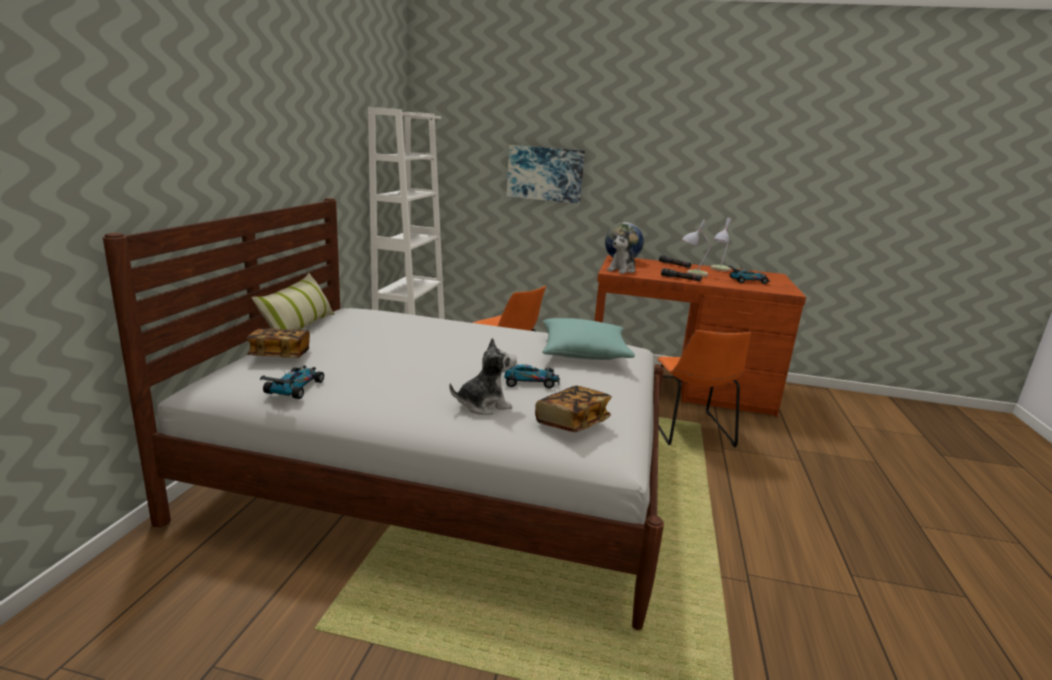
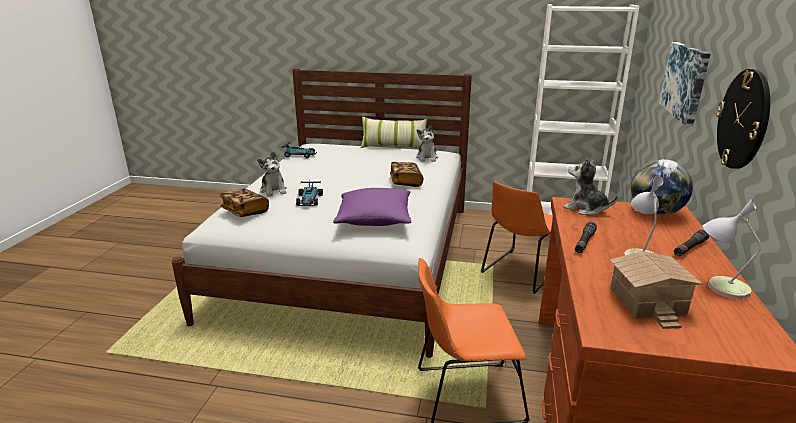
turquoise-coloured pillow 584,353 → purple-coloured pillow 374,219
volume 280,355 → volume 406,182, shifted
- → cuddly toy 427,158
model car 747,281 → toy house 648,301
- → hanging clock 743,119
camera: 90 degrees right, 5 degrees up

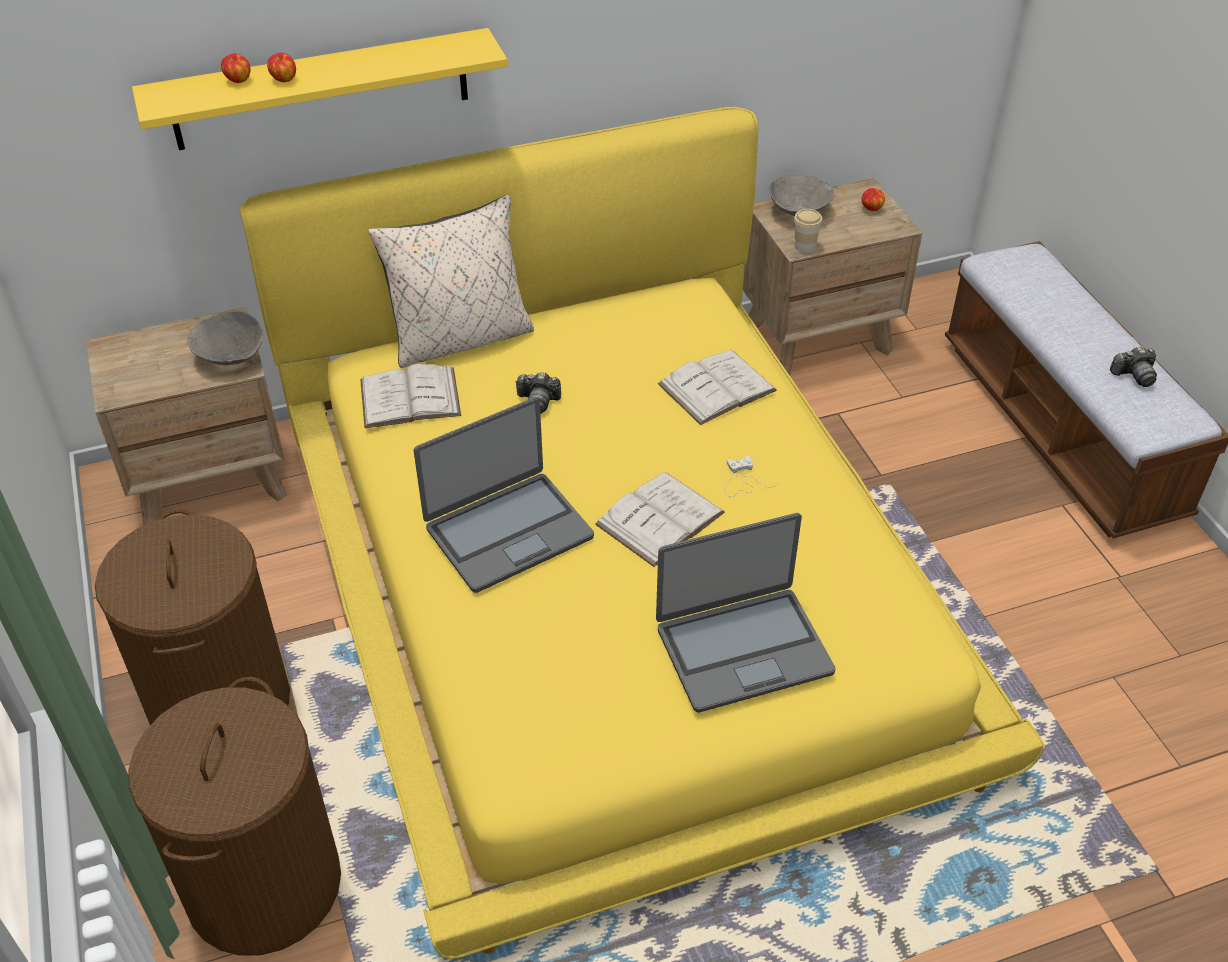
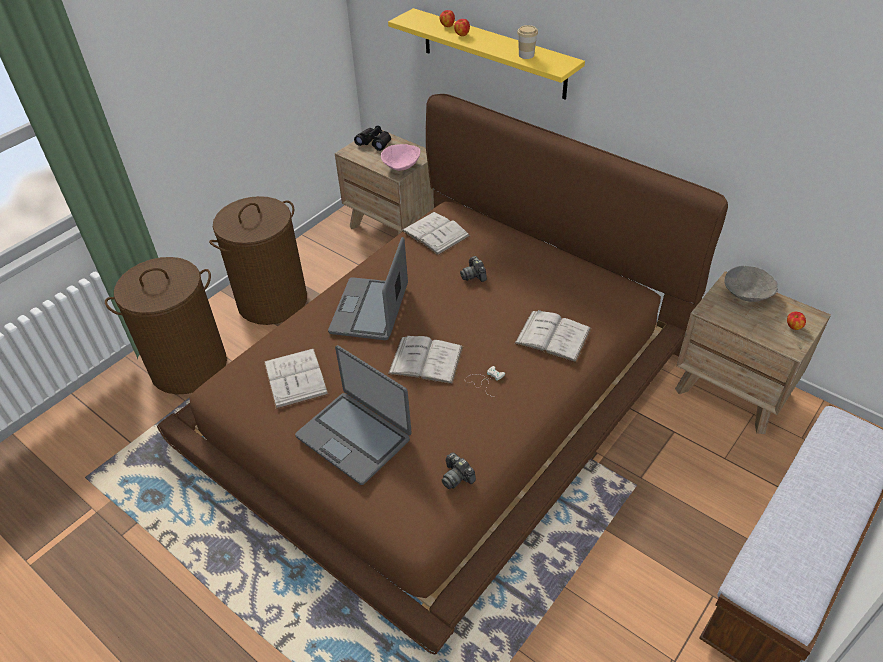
yellow bed 614,585 → brown-coloured bed 444,395
- → white-coloured volume 295,378
notebook computer 508,531 → notebook computer 370,310, 75 degrees clockwise
- → black-coloured field glasses 374,142
greyish deep dish 231,356 → pink deep dish 402,166
photo camera 1134,375 → photo camera 457,477, shifted
small cup 805,246 → small cup 526,55, shifted
beige pillow 461,338 → -
camera: 60 degrees right, 0 degrees up

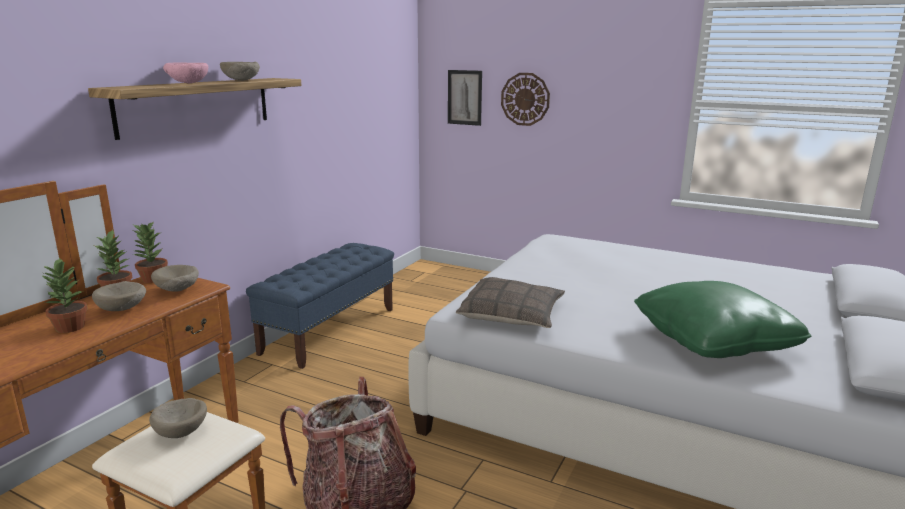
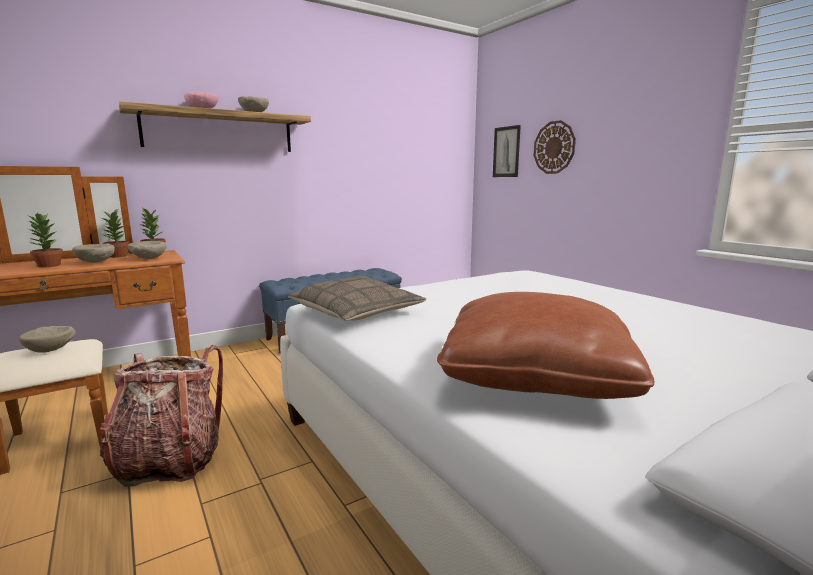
greenish pillow 713,341 → brown-coloured pillow 535,375
camera: 30 degrees right, 5 degrees down

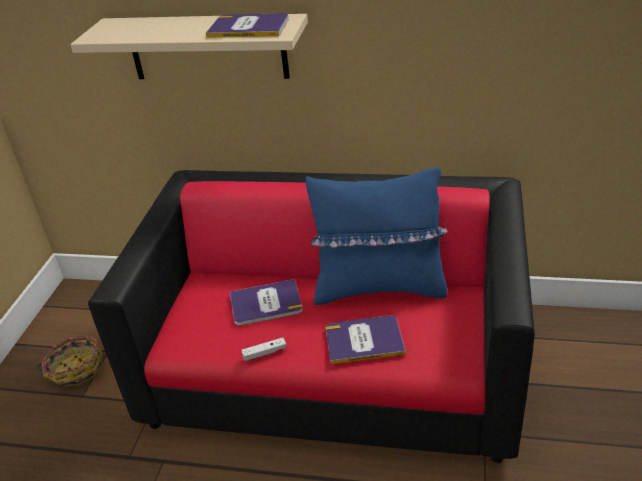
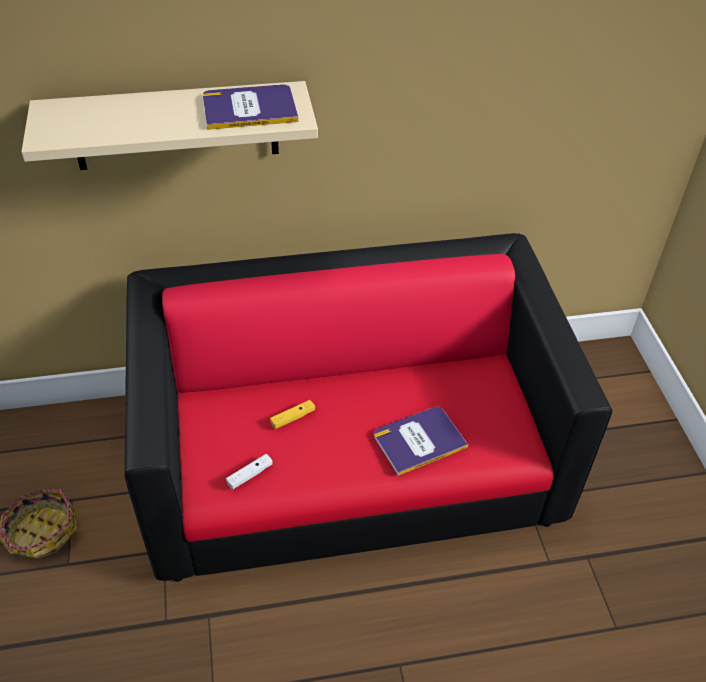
white-coloured game controller 264,353 → white-coloured game controller 250,475, shifted
volume 266,303 → yellow game controller 293,418
blue pillow 379,288 → -
camera: 25 degrees left, 10 degrees up

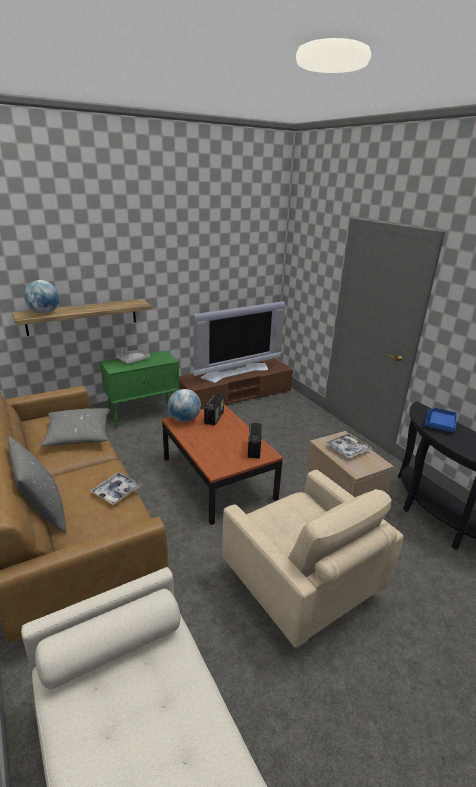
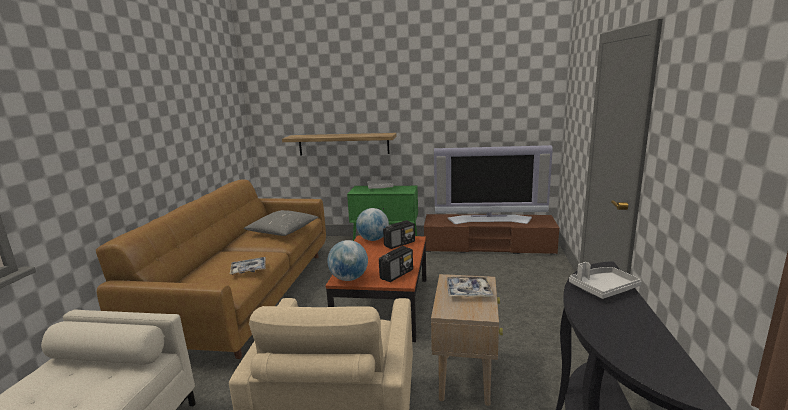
desk globe 44,312 → desk globe 349,278, shifted
blue tray 439,424 → greyish tray 603,288
greyish pillow 43,513 → -
camera: 40 degrees right, 10 degrees down

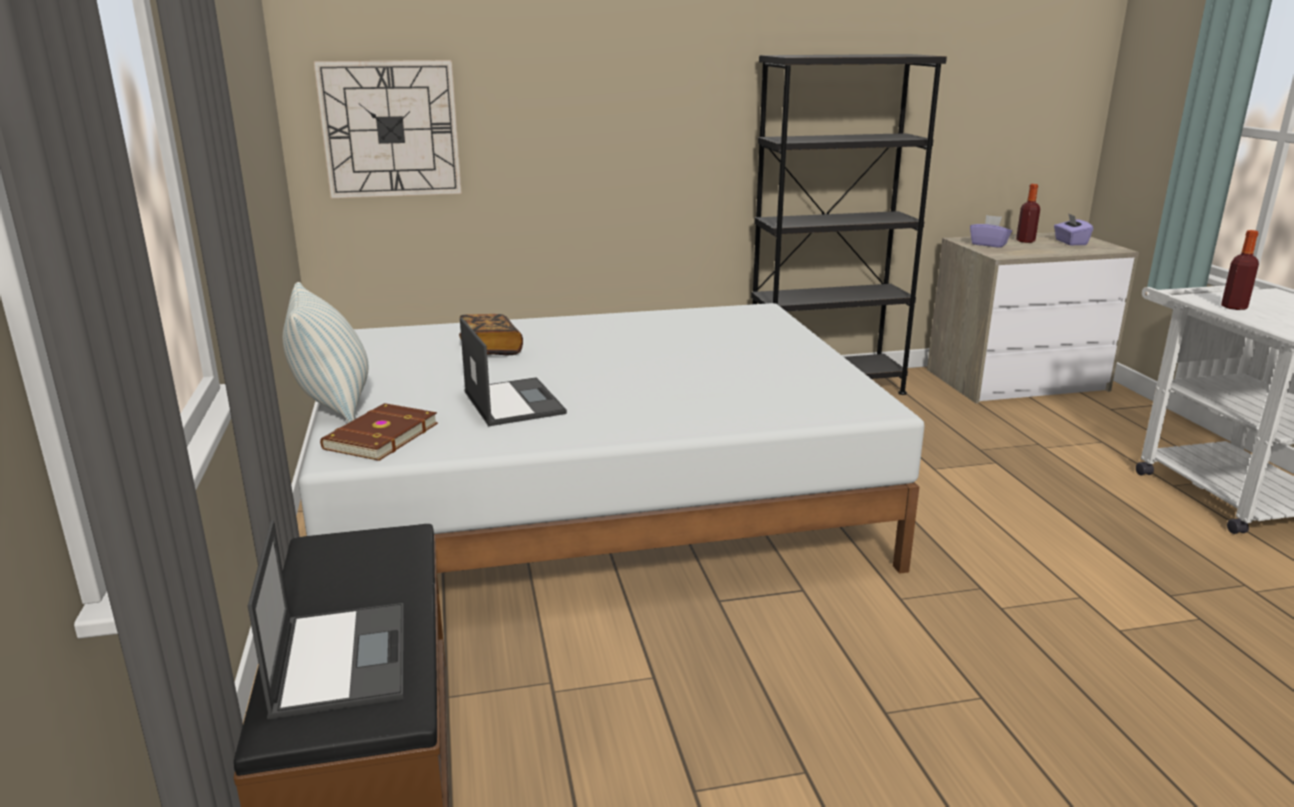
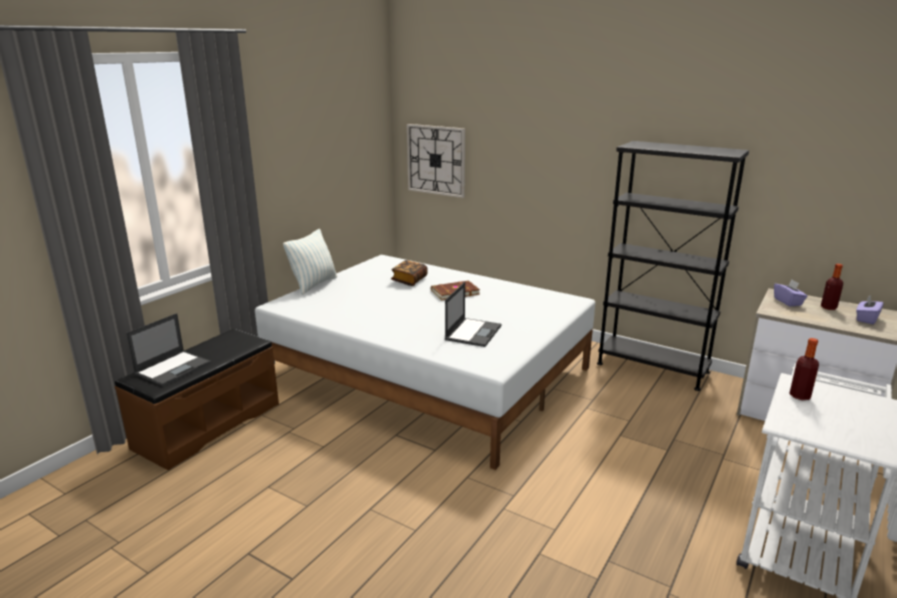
brown-coloured volume 379,436 → brown-coloured volume 454,292, shifted
notebook computer 513,402 → notebook computer 473,332, shifted
camera: 45 degrees right, 0 degrees up

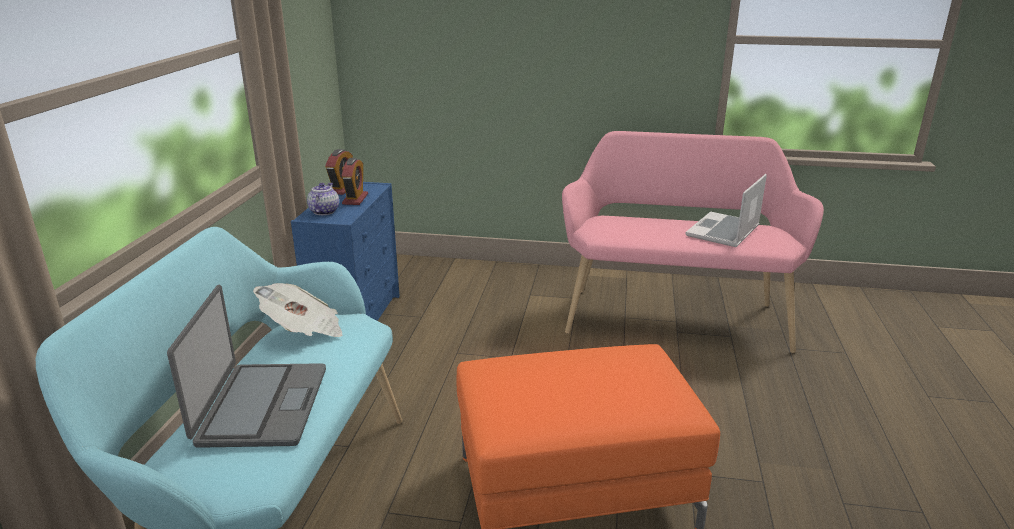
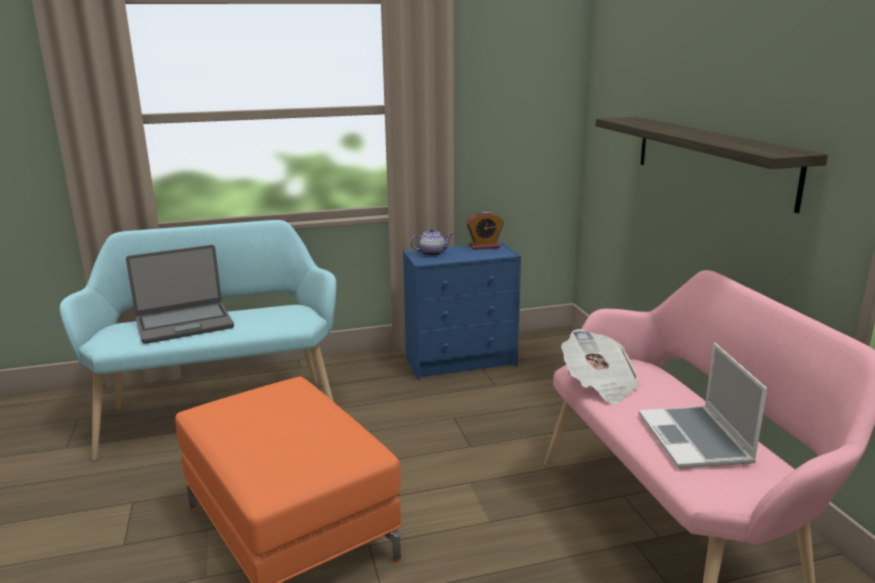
daily paper 304,330 → daily paper 599,385, shifted
- → wall shelf 711,158
notebook computer 723,232 → notebook computer 696,440, 105 degrees counterclockwise
table clock 355,199 → -
camera: 65 degrees right, 5 degrees down

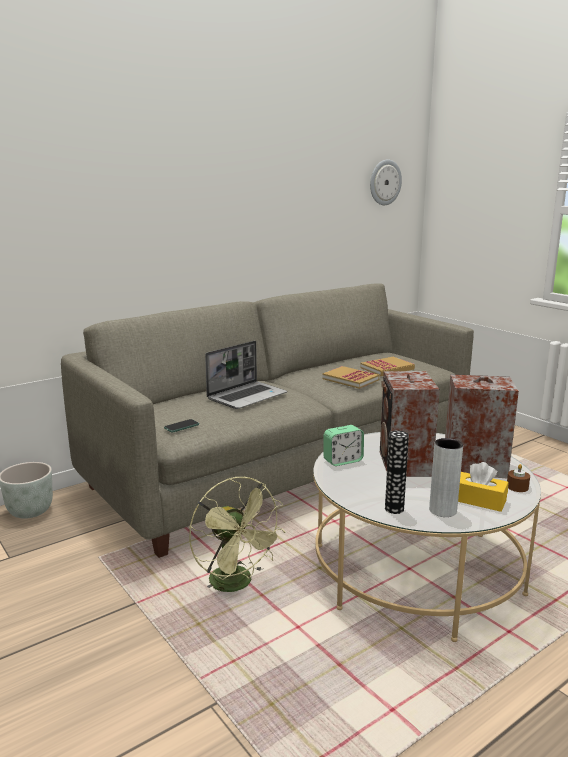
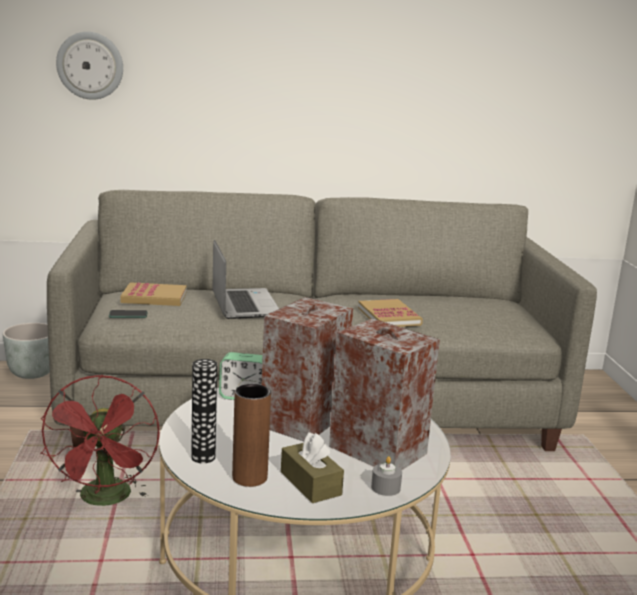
greenish fan 237,584 → red fan 106,500
hanging clock 384,182 → hanging clock 90,65, shifted
volume 387,368 → volume 154,297, shifted
notebook computer 247,396 → notebook computer 243,305, 90 degrees counterclockwise
greyish flower vase 442,510 → brown-coloured flower vase 249,478
yellow box of tissues 479,500 → brown-coloured box of tissues 310,483
brown-coloured candle 517,487 → greyish candle 385,487
camera: 30 degrees right, 0 degrees up

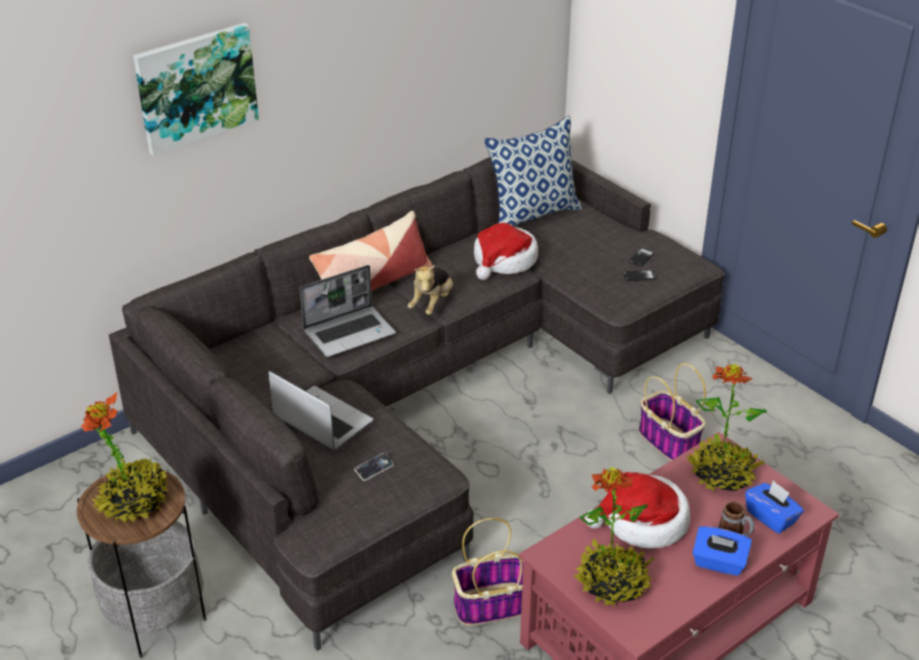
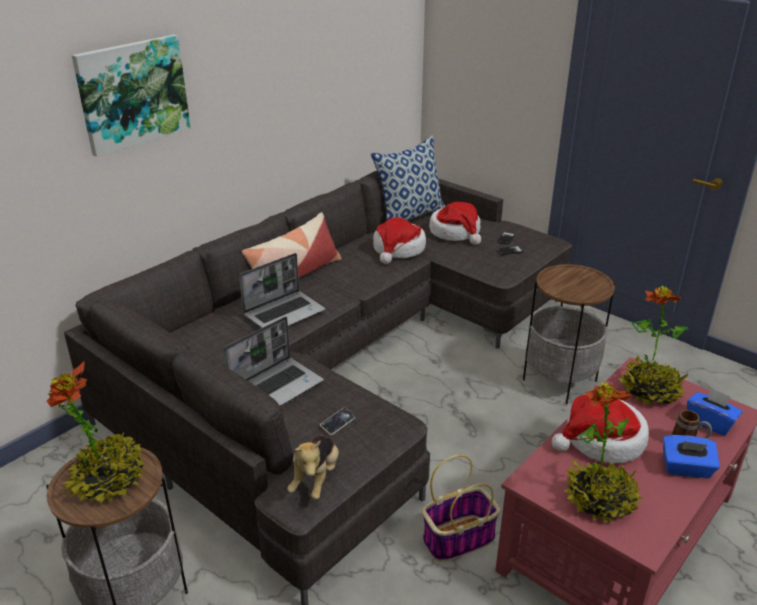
notebook computer 321,420 → notebook computer 277,386, 105 degrees clockwise
cuddly toy 432,303 → cuddly toy 316,478, shifted
- → hat 456,232
basket 669,442 → accent table 559,380
camera: 10 degrees left, 5 degrees down

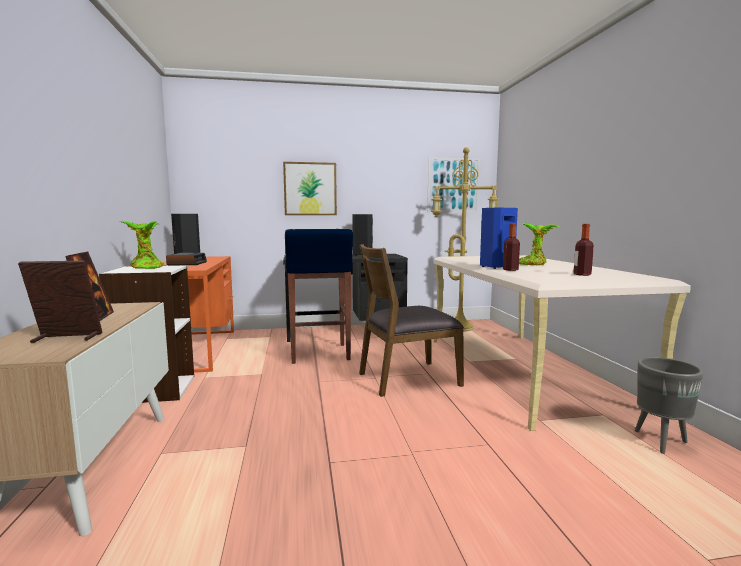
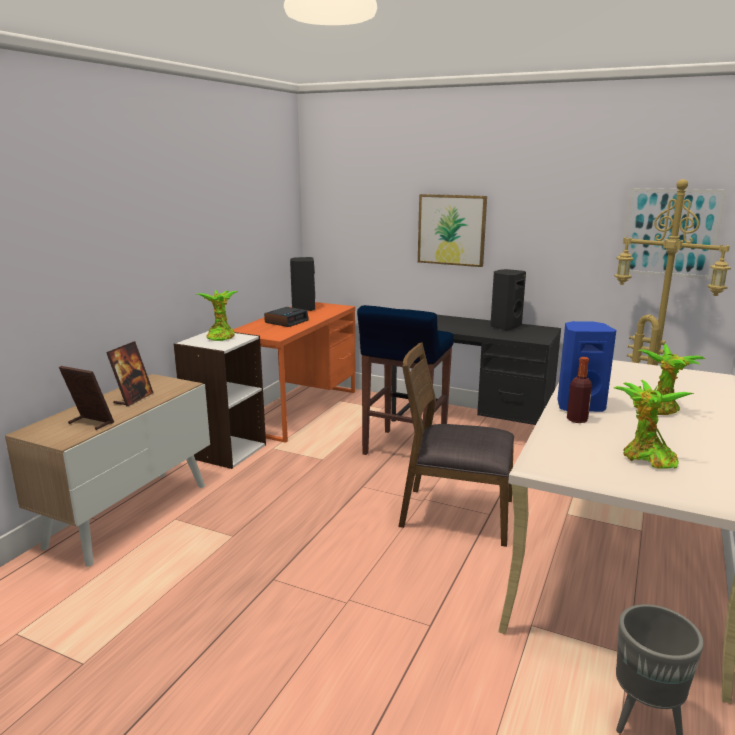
bottle 582,274 → plant in a pot 646,458
camera: 35 degrees right, 10 degrees up

